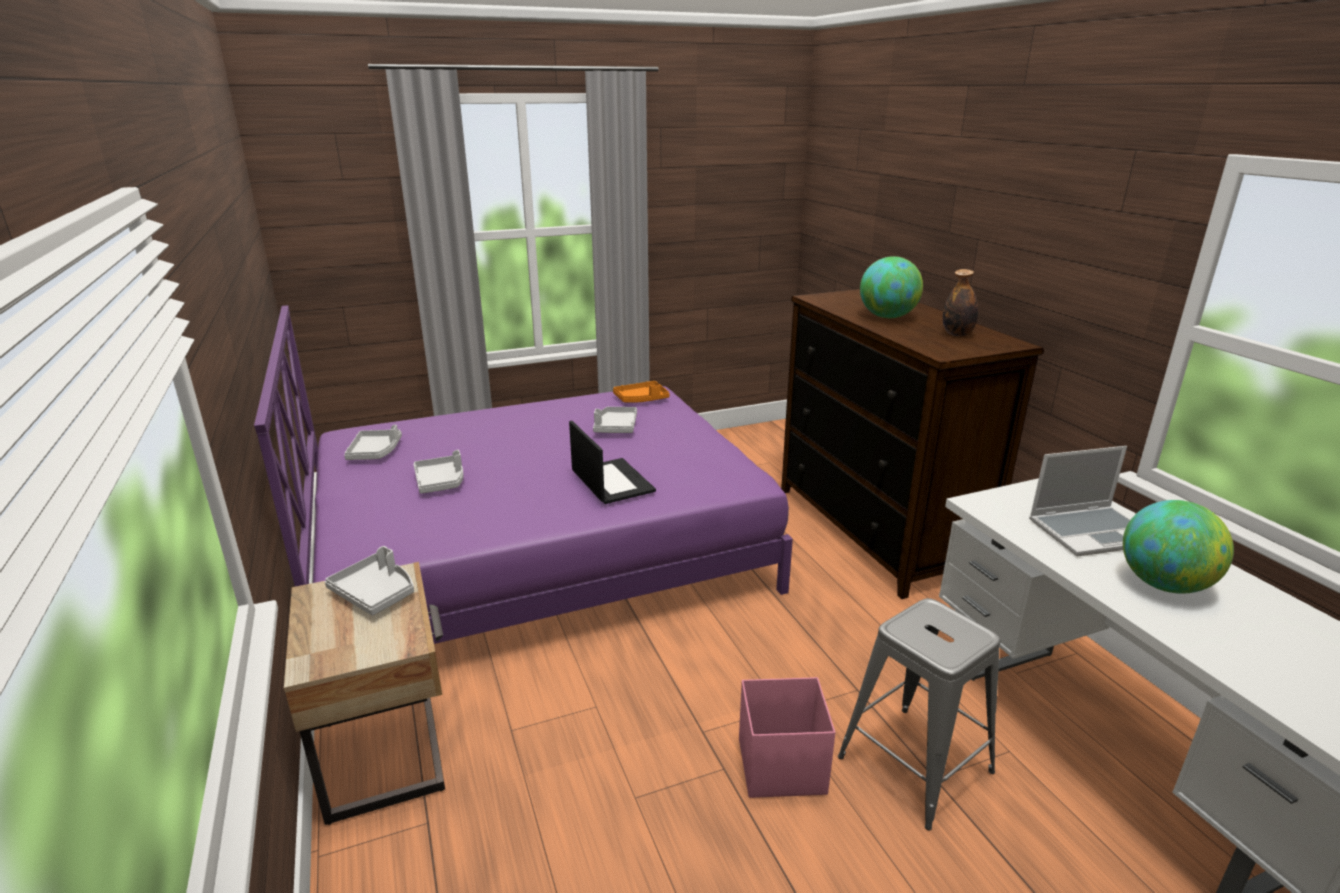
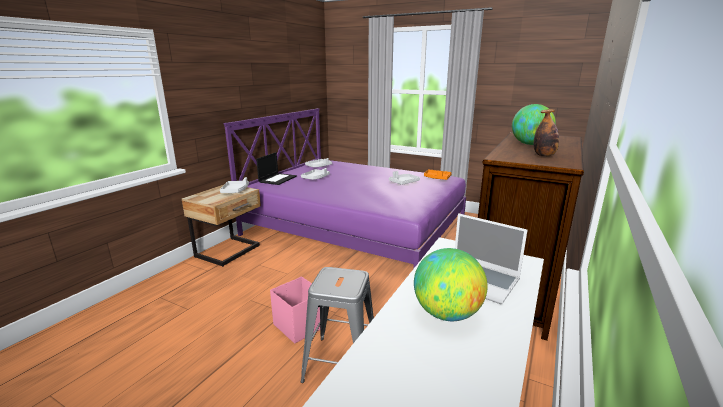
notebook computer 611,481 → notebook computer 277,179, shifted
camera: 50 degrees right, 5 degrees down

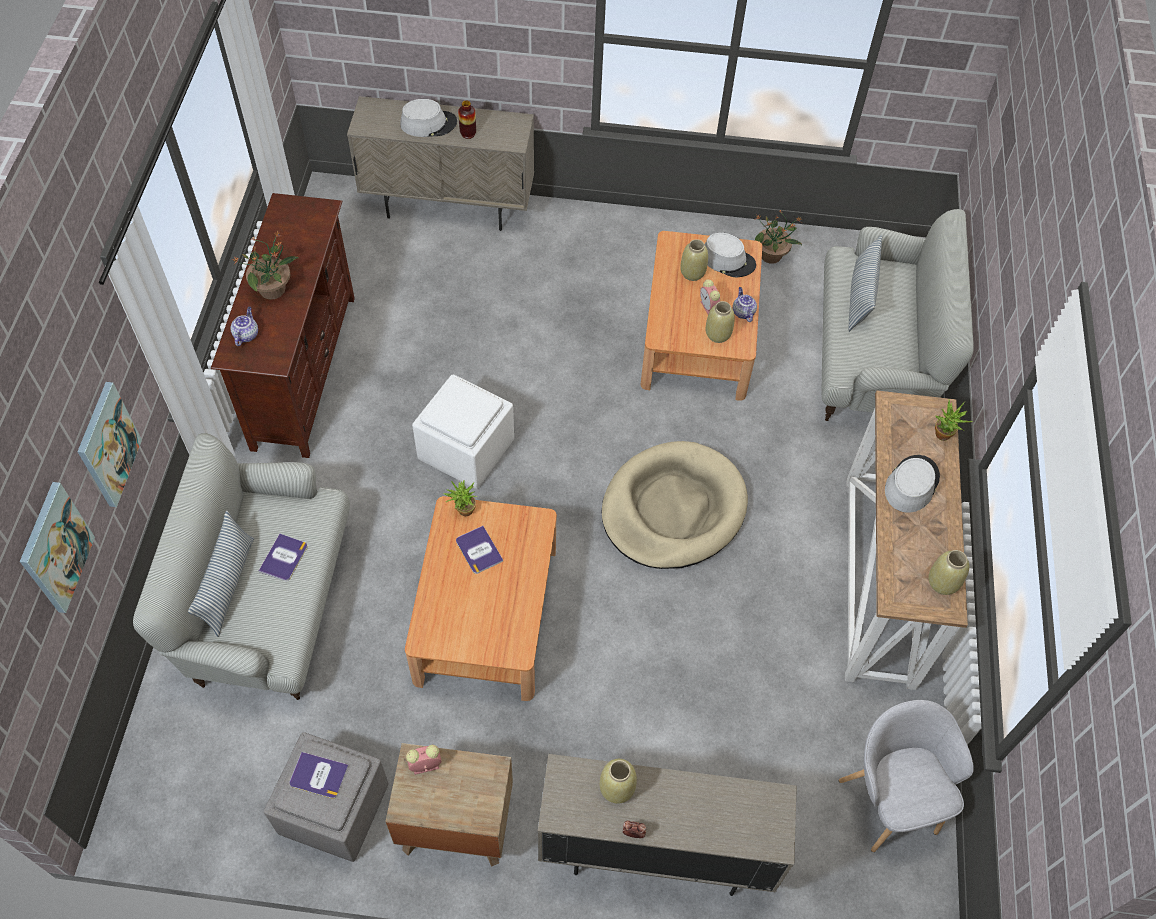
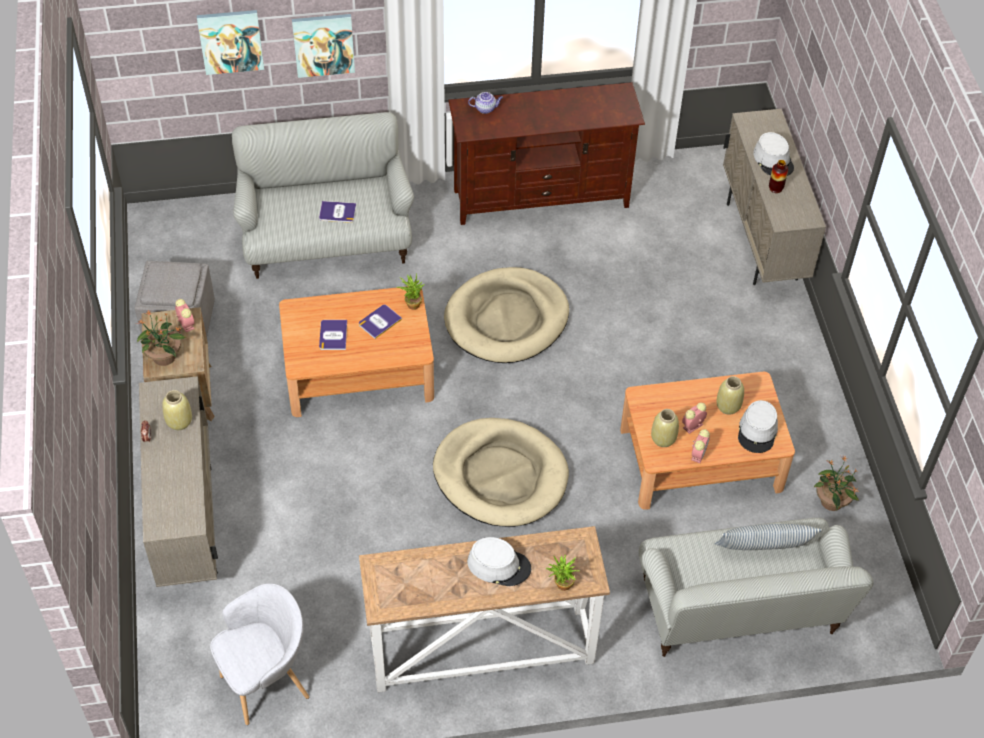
plant in a pot 273,289 → plant in a pot 164,357, shifted
volume 318,775 → volume 333,335, shifted
white-coloured footrest 466,449 → beige dog cushion 507,319
pot for tea 743,312 → table clock 698,453
pillow 228,585 → -
beige flower vase 942,583 → -
camera: 75 degrees right, 5 degrees down

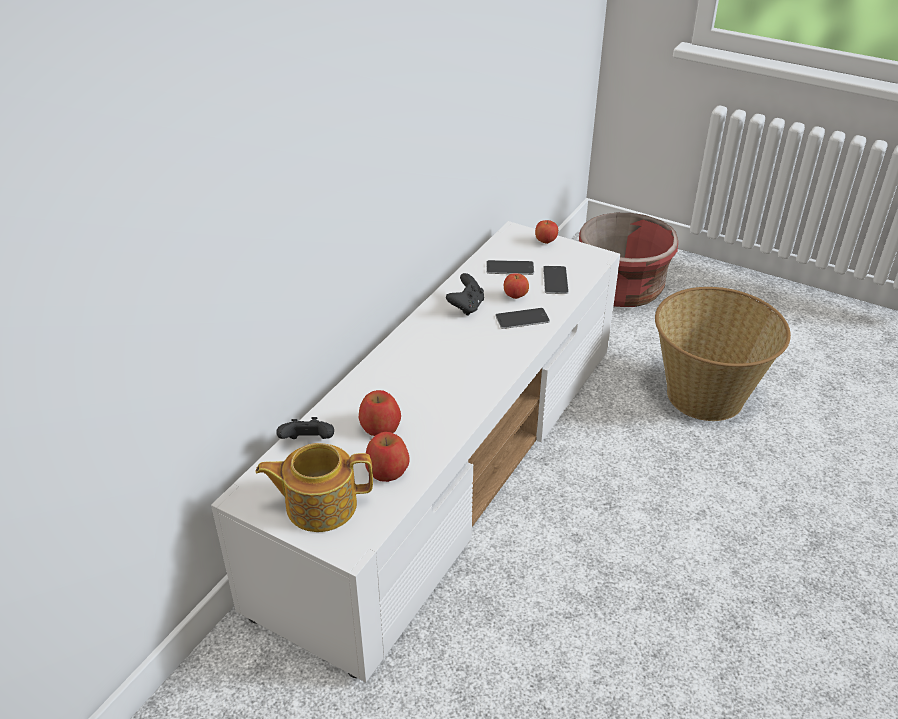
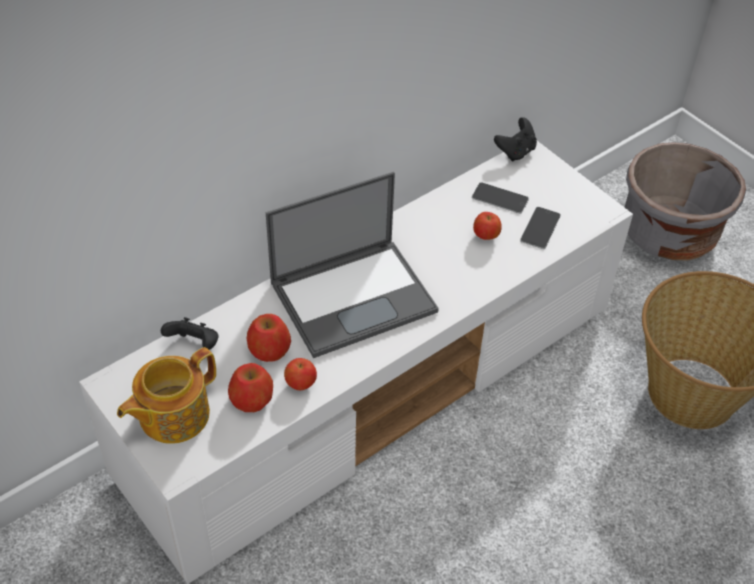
pot for tea 319,504 → pot for tea 172,415, 60 degrees counterclockwise
- → notebook computer 355,296
whole apple 545,241 → whole apple 300,383, shifted
black-coloured game controller 466,307 → black-coloured game controller 515,151, shifted
red plant pot 621,290 → greyish plant pot 668,233
telephone 522,318 → -
camera: 20 degrees right, 10 degrees up

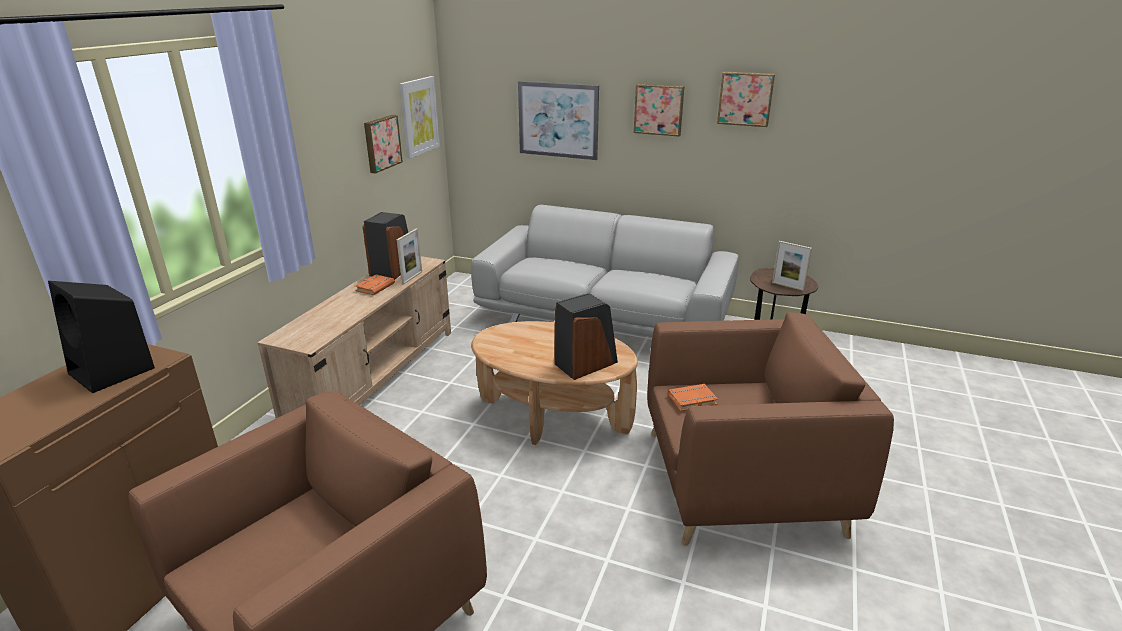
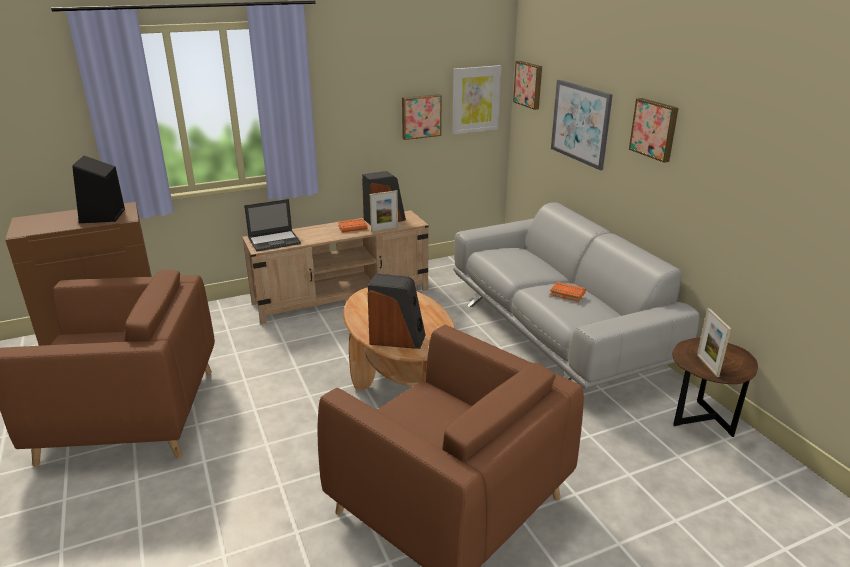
- → notebook computer 275,241
wall picture 745,98 → wall picture 529,84, shifted
orangey volume 691,401 → orangey volume 566,294, shifted
camera: 45 degrees right, 0 degrees up

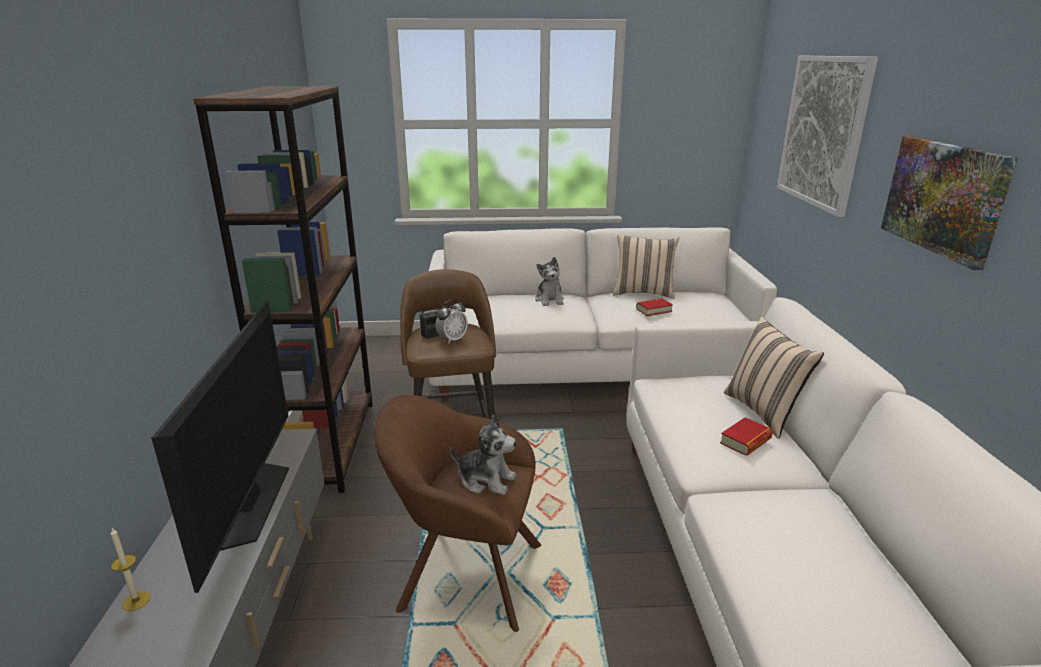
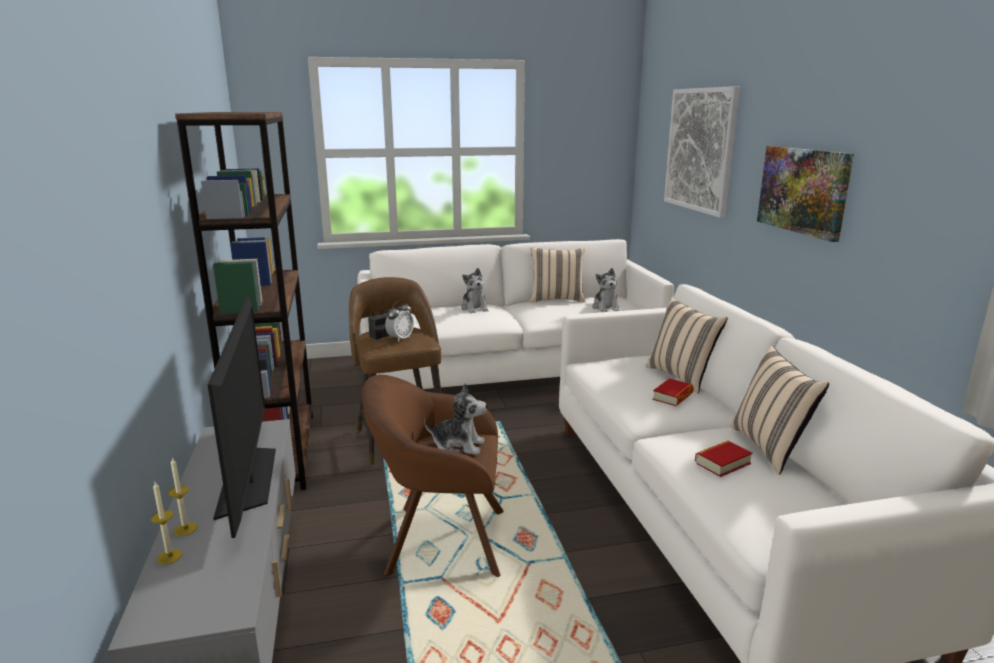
- → candle 185,529
- → cuddly toy 606,308
volume 653,310 → volume 722,463, shifted
- → beige pillow 770,448
camera: 10 degrees left, 5 degrees down

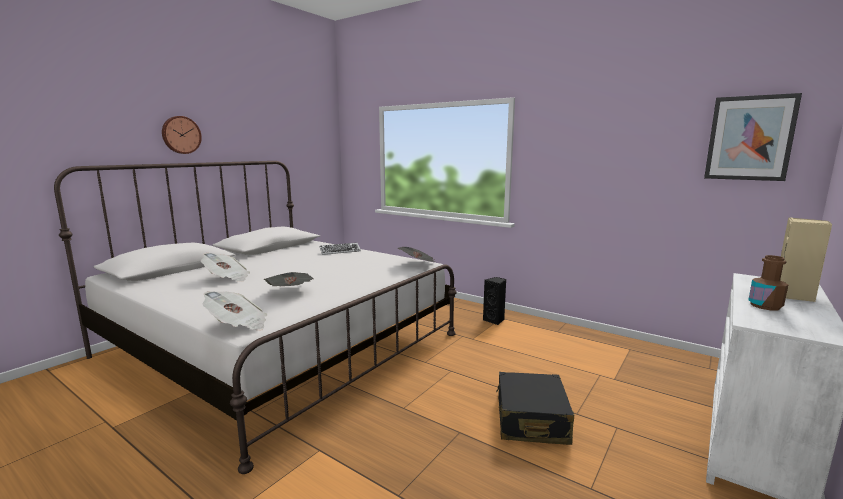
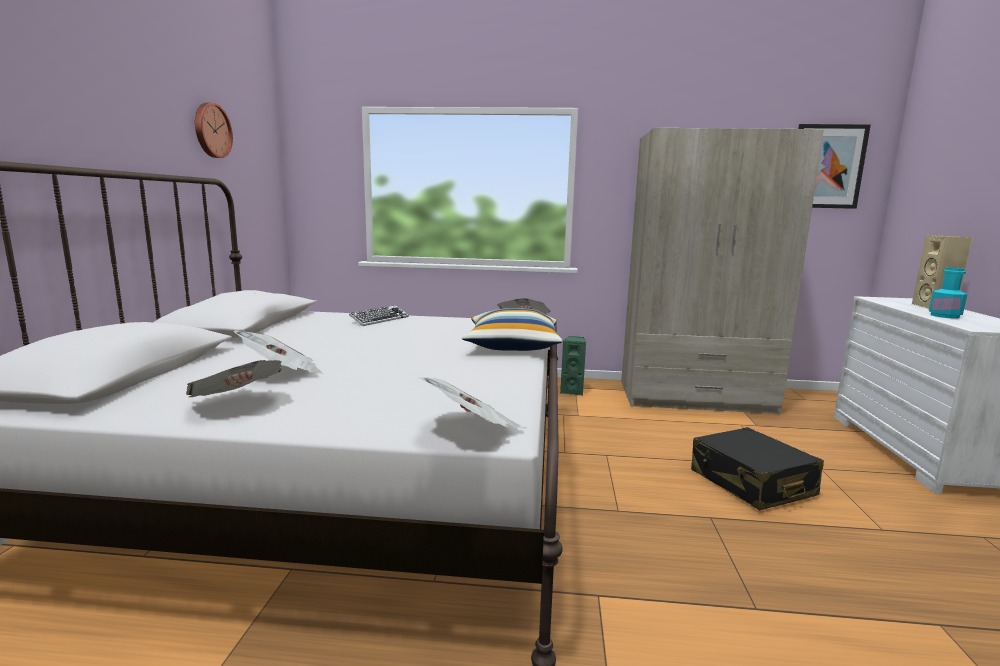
daily paper 290,292 → daily paper 237,403, shifted
hanging clock 181,135 → hanging clock 211,130, shifted
- → pillow 512,345
black-coloured loudspeaker 494,320 → greenish loudspeaker 572,391
- → beige armoire 695,397
brown-coloured bottle 765,306 → turquoise-coloured bottle 944,316
camera: 30 degrees left, 0 degrees up

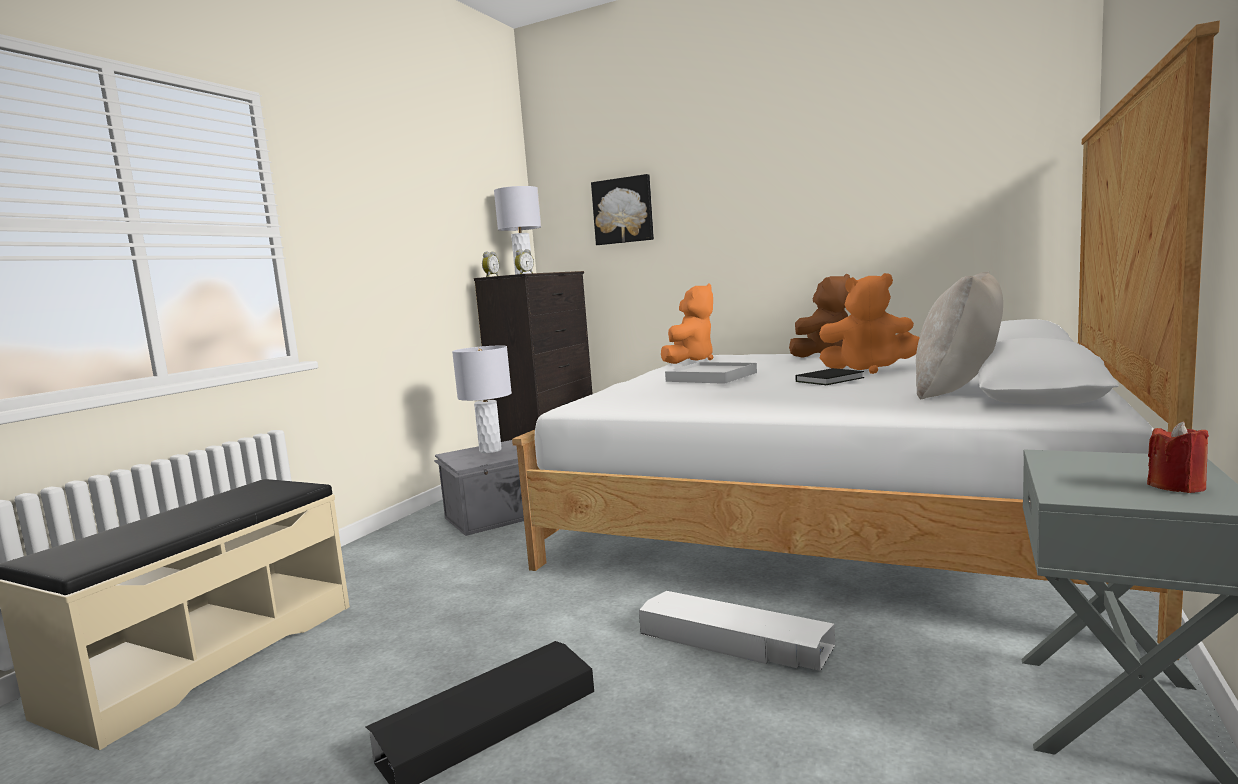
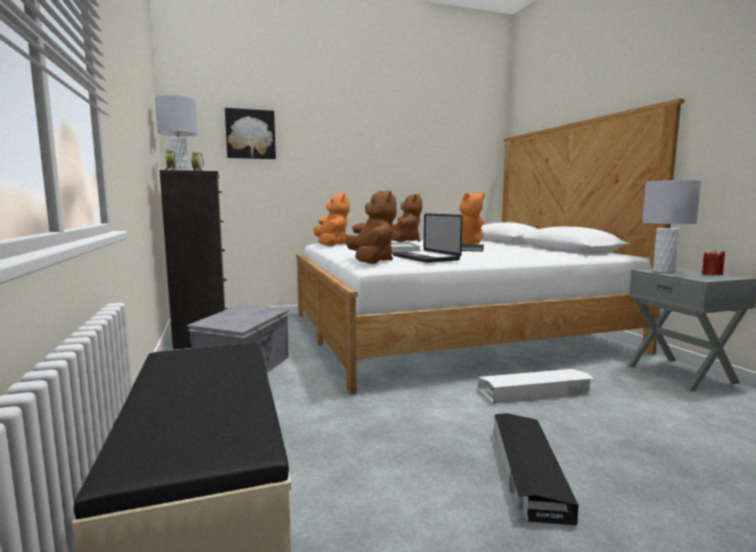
- → brown-coloured cuddly toy 371,261
- → notebook computer 425,258
greyish table lamp 490,450 → greyish table lamp 663,271, shifted
beige pillow 959,390 → -
camera: 45 degrees left, 0 degrees up

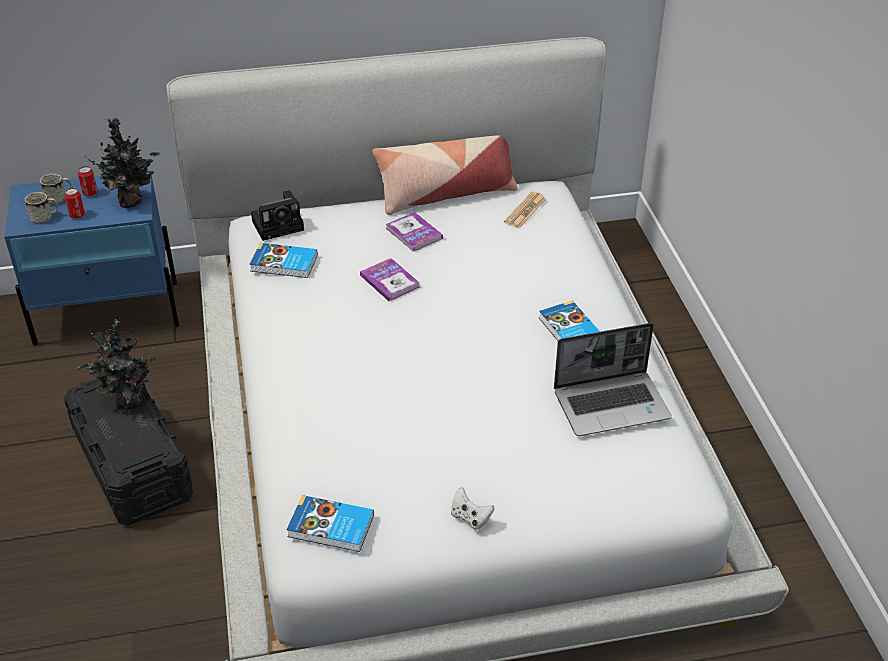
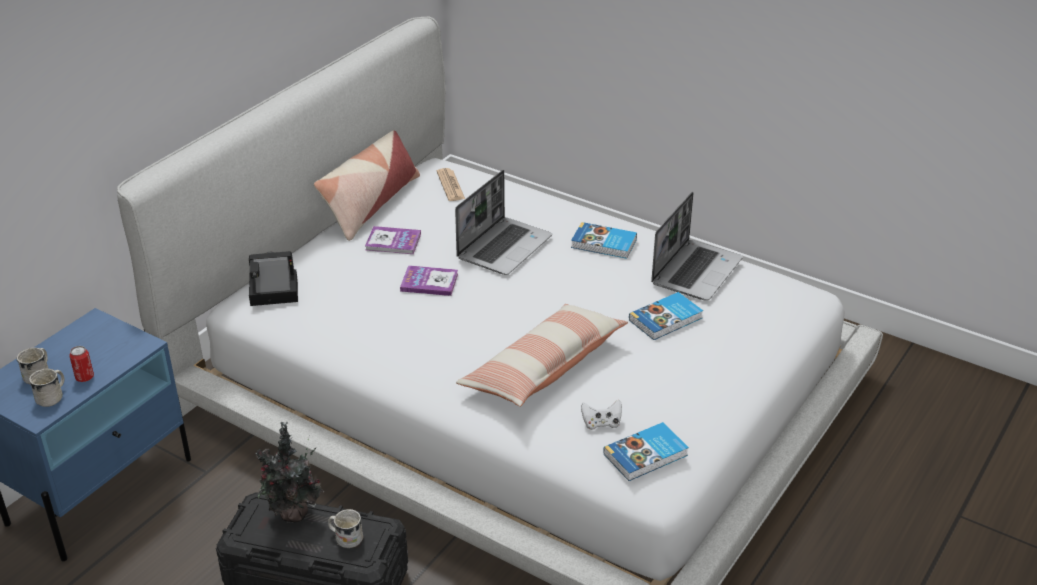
photo camera 280,225 → photo camera 271,293, 120 degrees counterclockwise
- → white-coloured mug 345,538
- → notebook computer 504,247
- → pillow 543,368
white-coloured game controller 470,518 → white-coloured game controller 601,424, shifted
volume 284,264 → volume 666,319, shifted
sealed can 90,193 → -
plant in a pot 132,201 → -
camera: 45 degrees left, 5 degrees down

